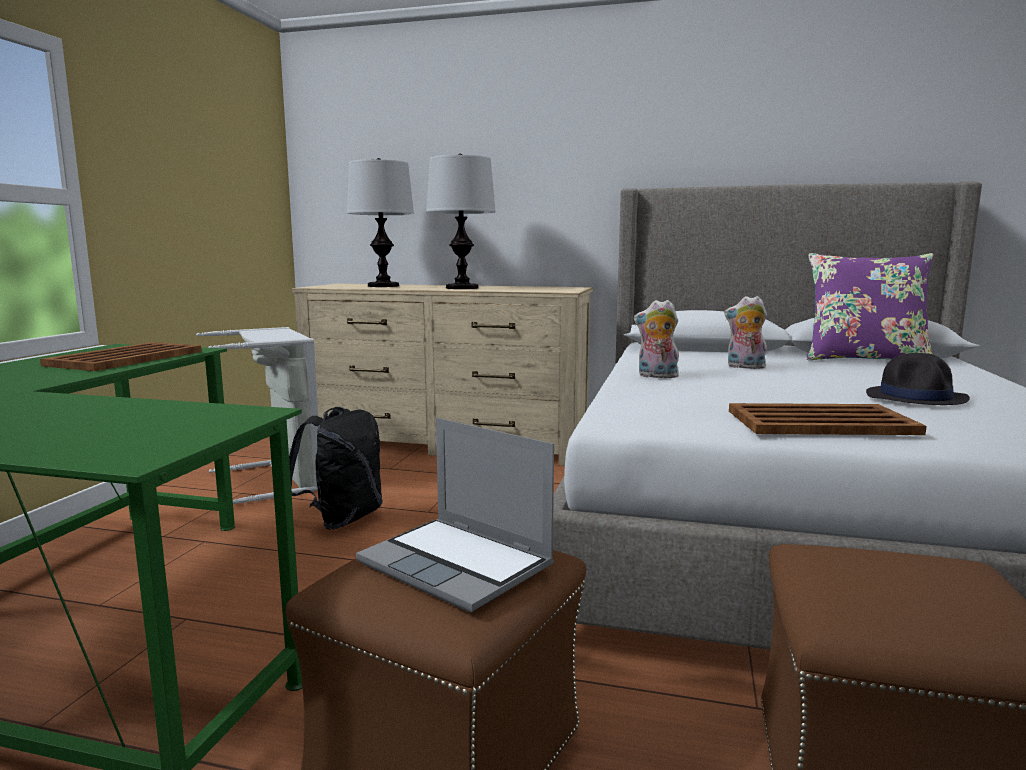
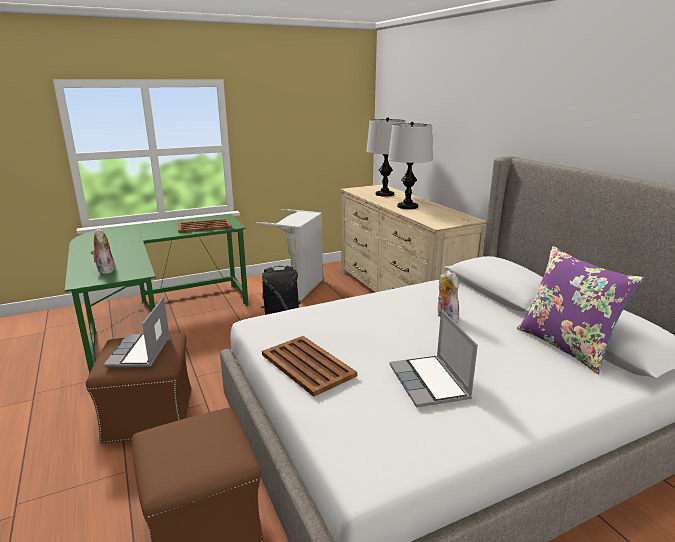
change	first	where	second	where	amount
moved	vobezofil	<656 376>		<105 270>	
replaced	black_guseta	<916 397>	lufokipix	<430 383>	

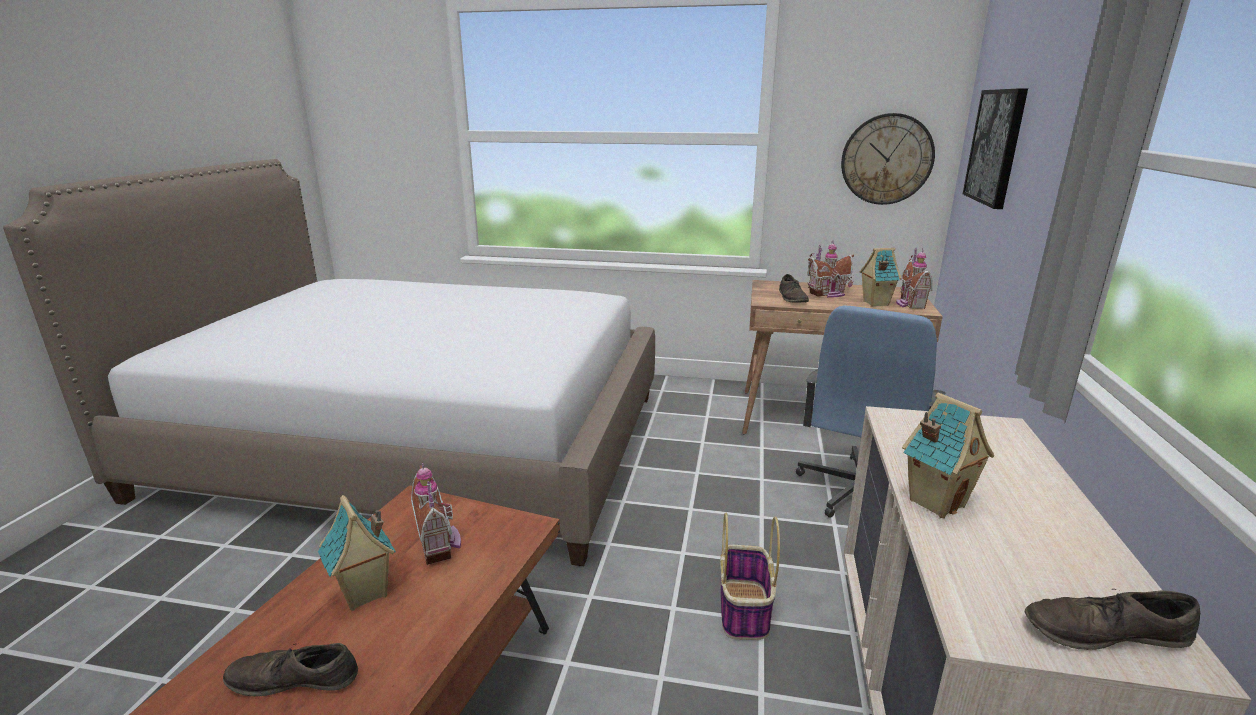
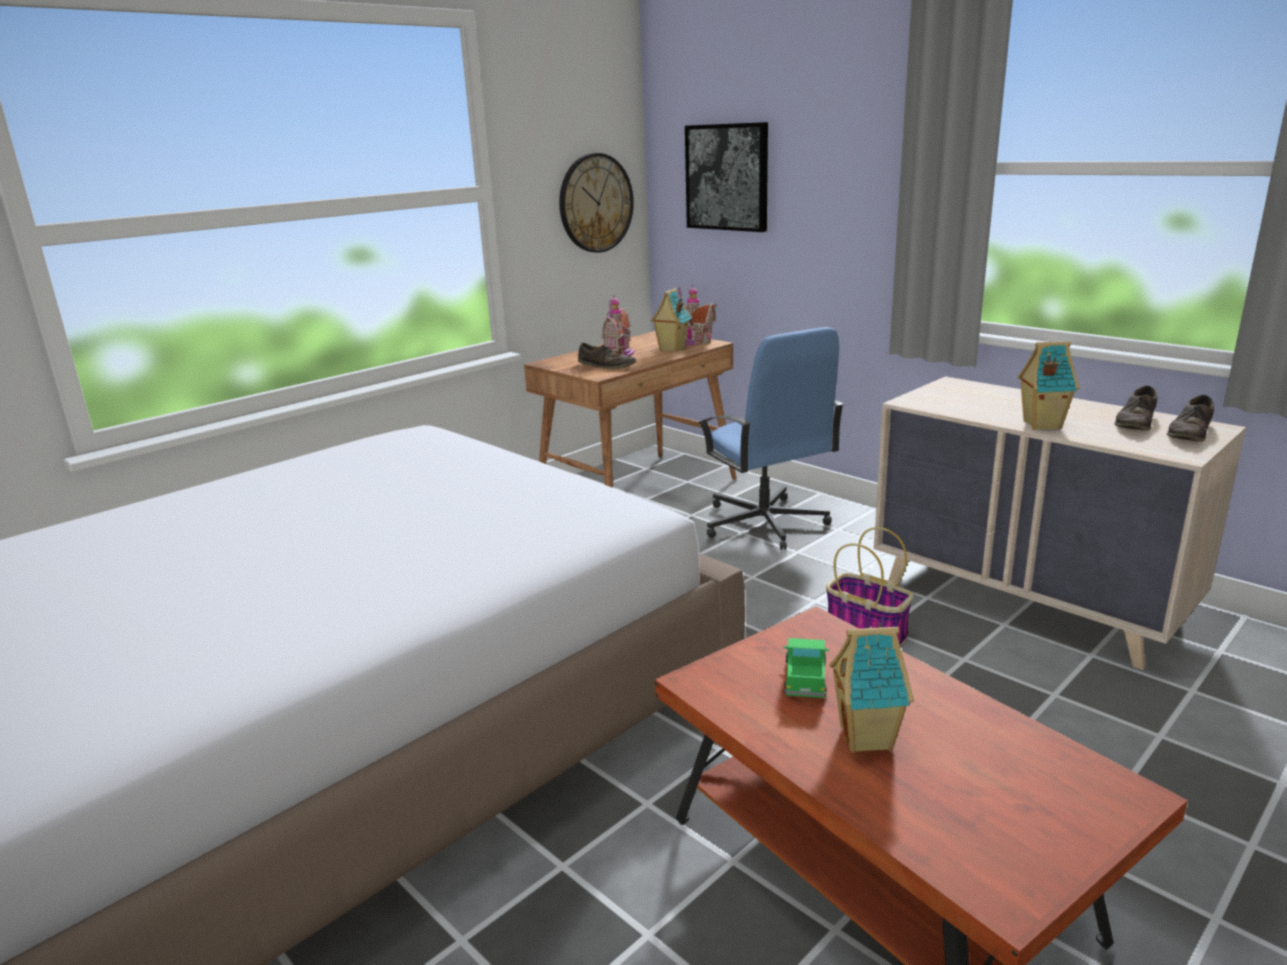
change	first	where	second	where	amount
replaced	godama	<440 543>	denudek	<805 678>	
moved	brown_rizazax	<294 679>		<1136 422>	

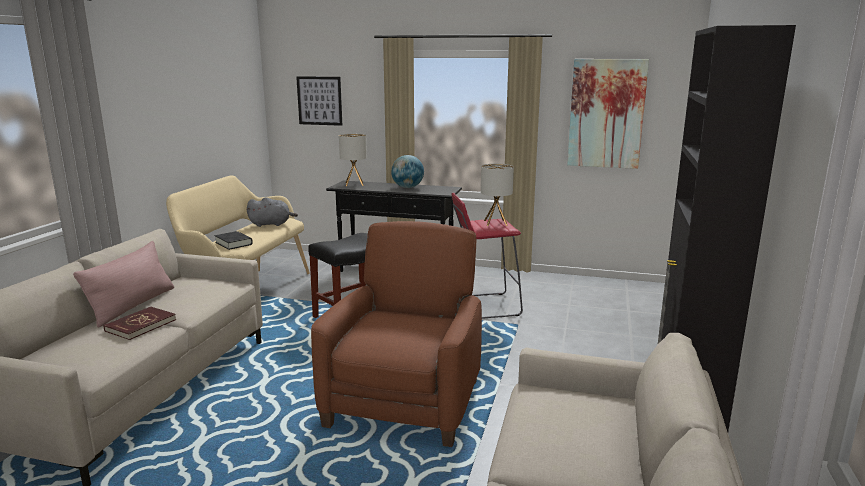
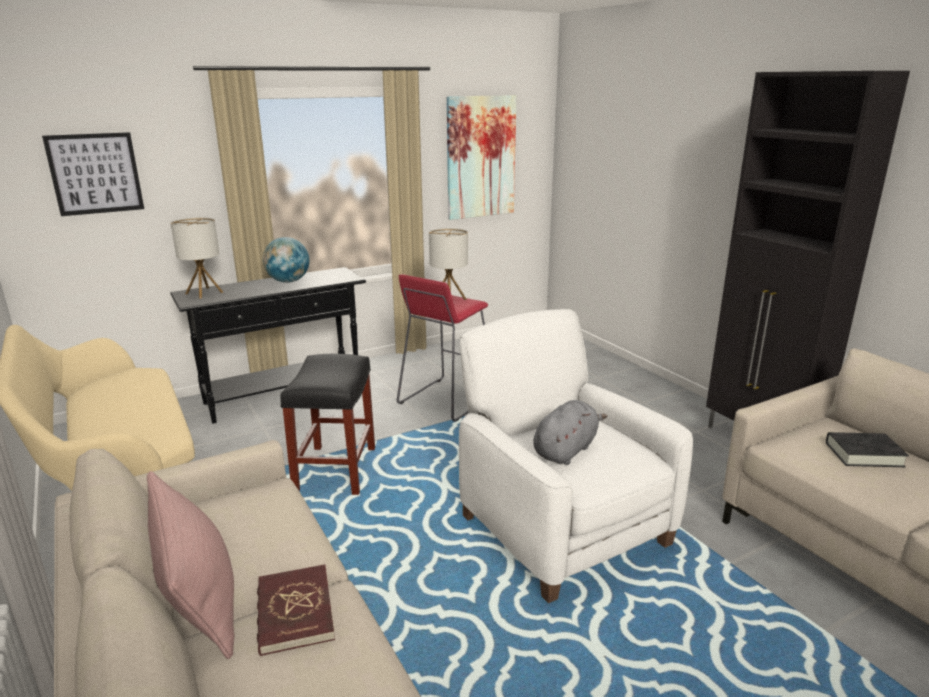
change	first	where	second	where	amount
moved	grey_vobezofil	<271 224>		<566 450>	
recoloured	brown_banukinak	<405 401>	white_banukinak	<562 528>	
moved	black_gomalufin	<234 243>		<863 454>	

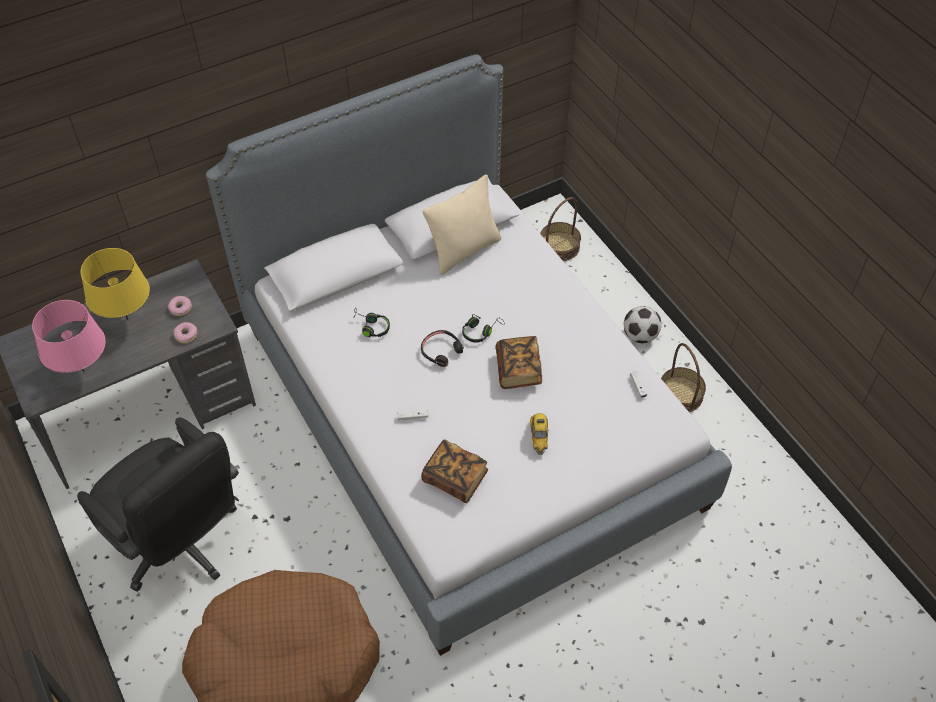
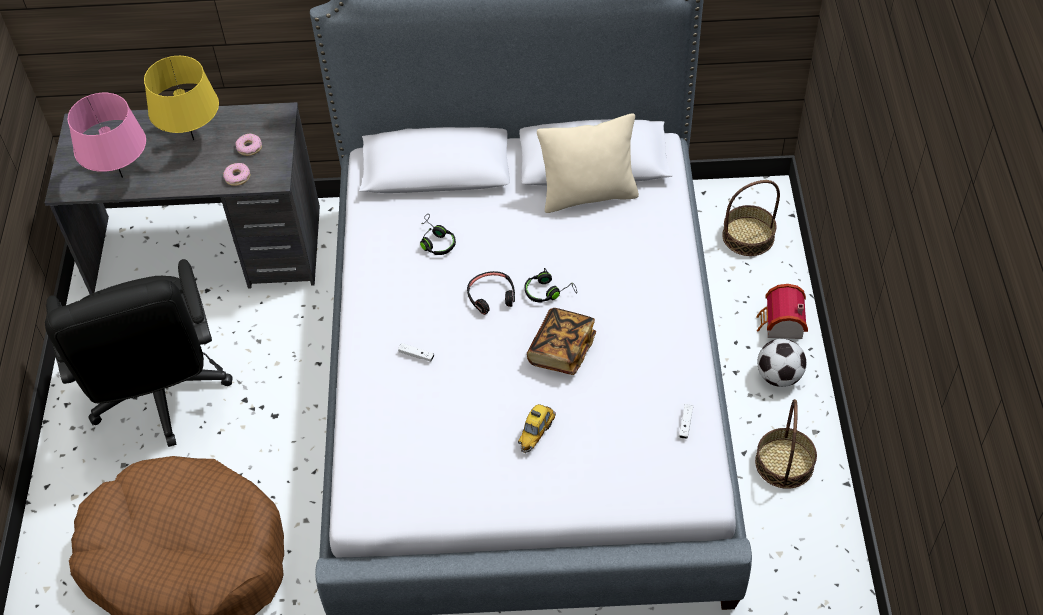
change	first	where	second	where	amount
removed	gomalufin	<455 478>			
added			godama	<781 325>	

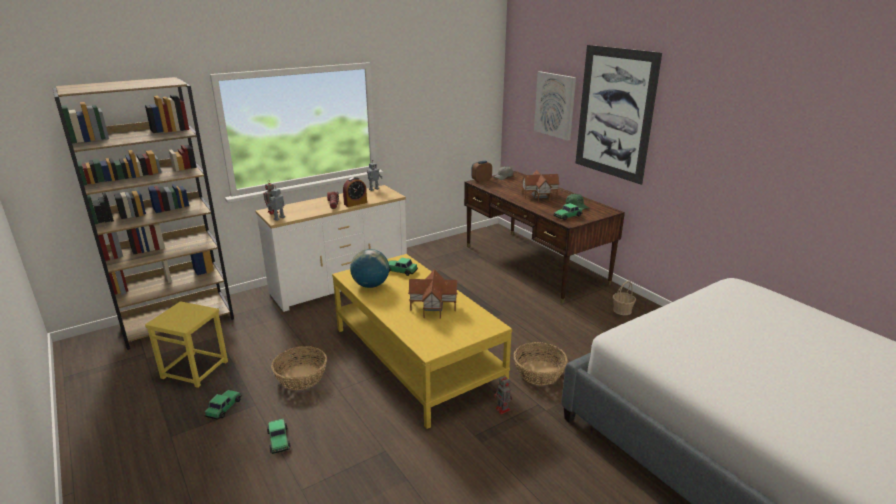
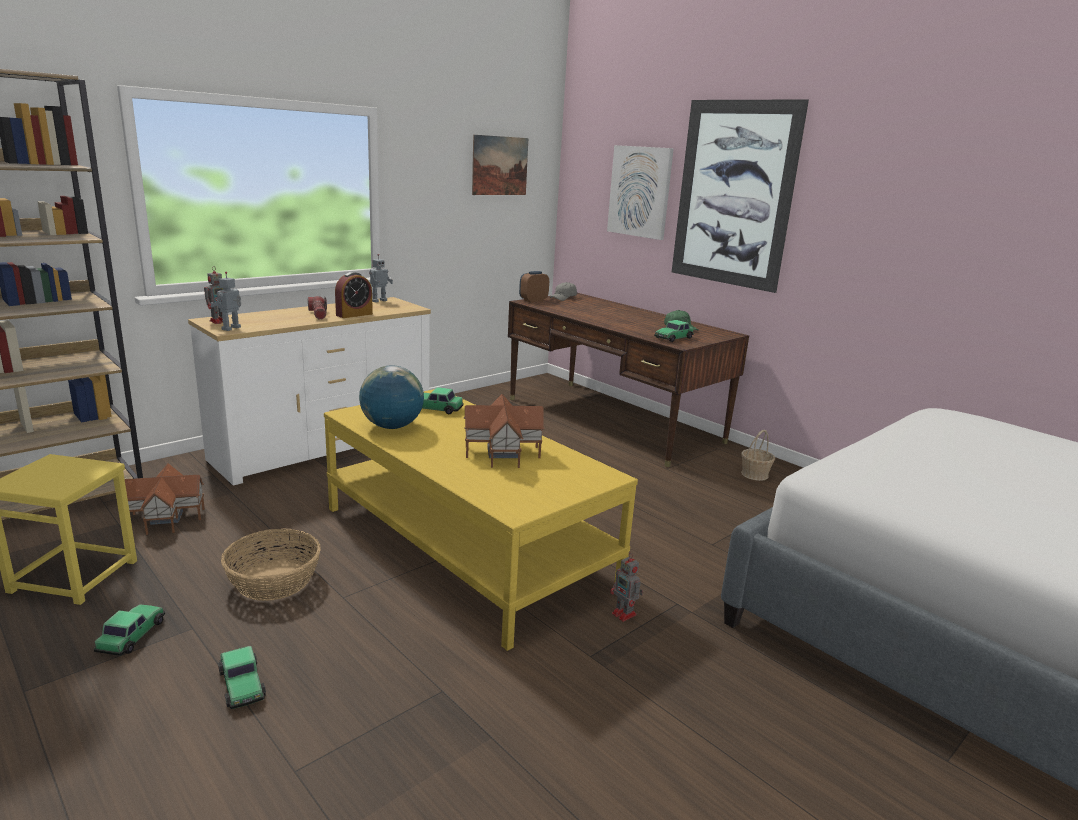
change	first	where	second	where	amount
moved	godama	<540 196>		<167 517>	
removed	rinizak	<539 373>			
added			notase	<500 166>	

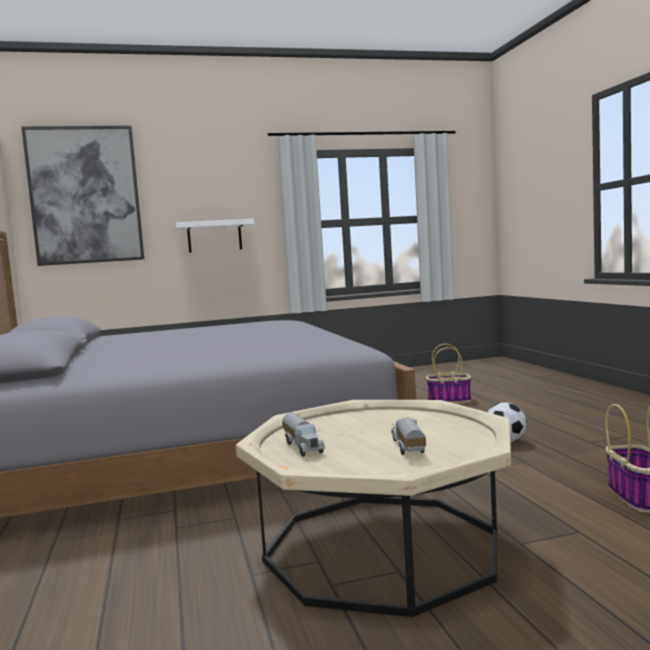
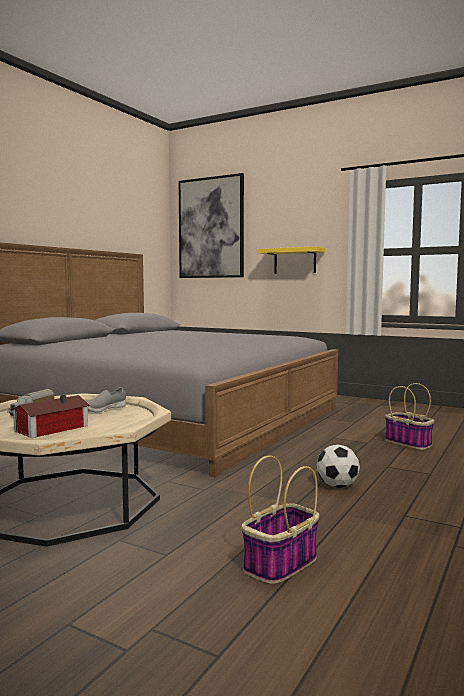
change	first	where	second	where	amount
recoloured	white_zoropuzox	<214 236>	yellow_zoropuzox	<295 261>	
replaced	denudek	<408 448>	godama	<49 428>	
added			grey_rizazax	<104 410>	

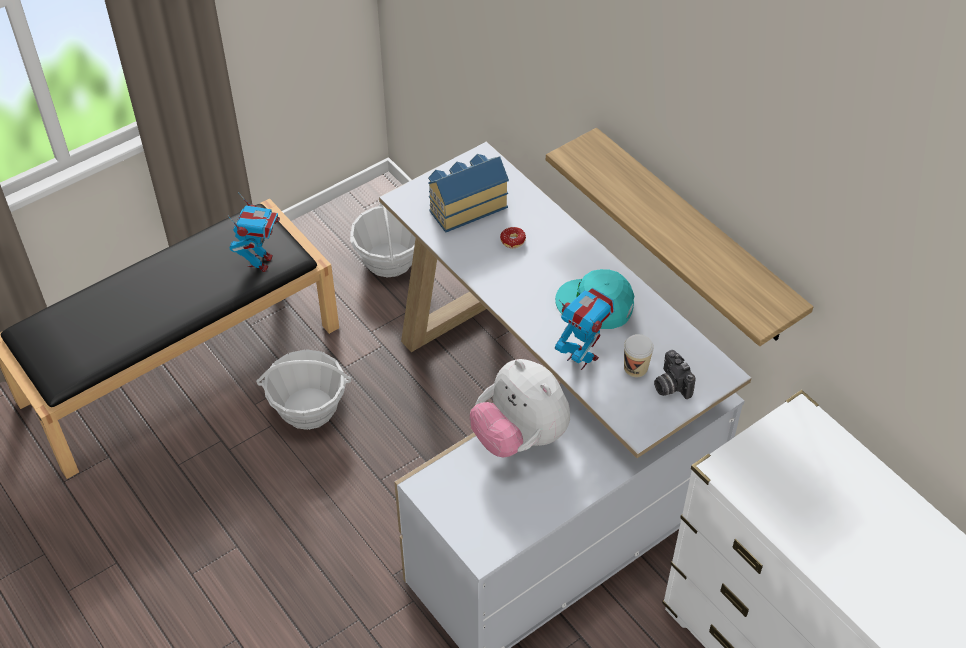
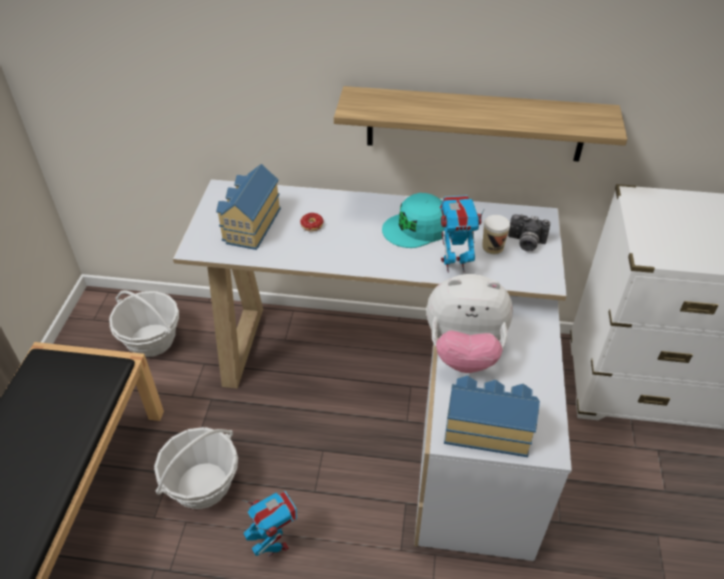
change	first	where	second	where	amount
moved	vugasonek	<260 262>		<274 544>	
added			godama	<486 429>	

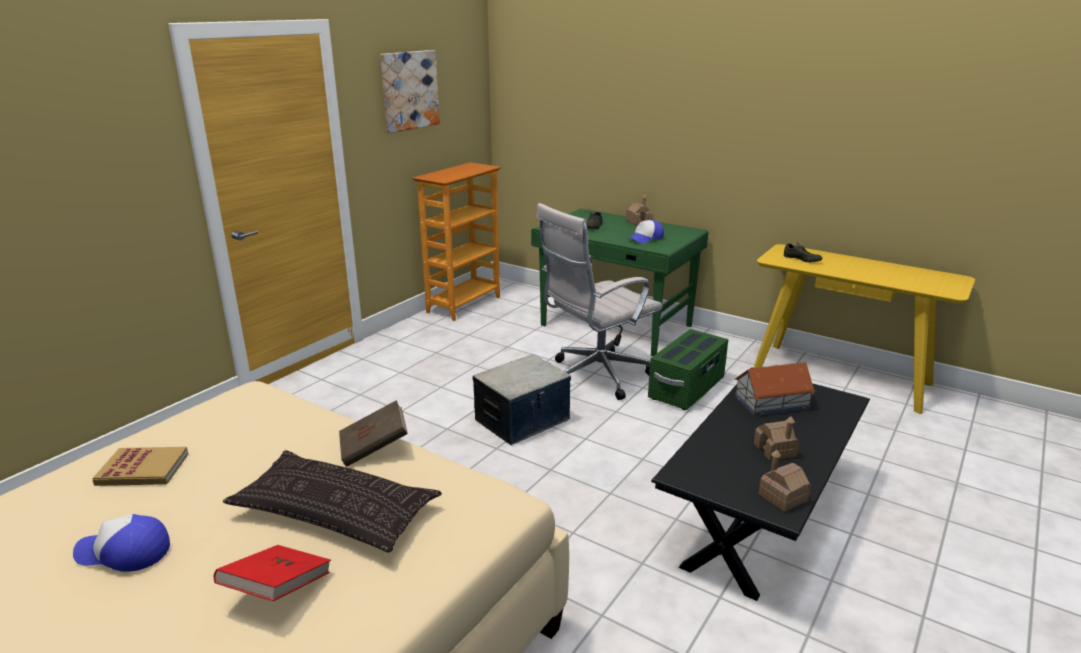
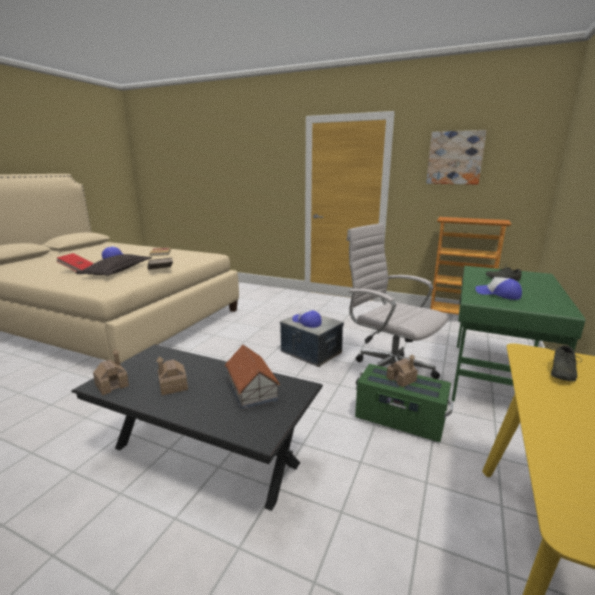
change	first	where	second	where	amount
moved	godama	<638 221>		<401 379>	
added			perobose	<306 322>	

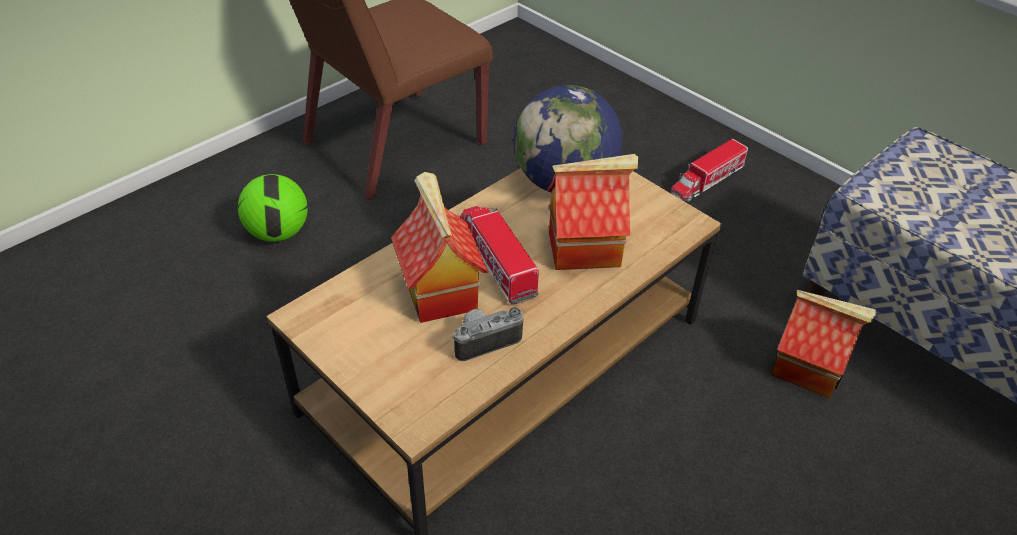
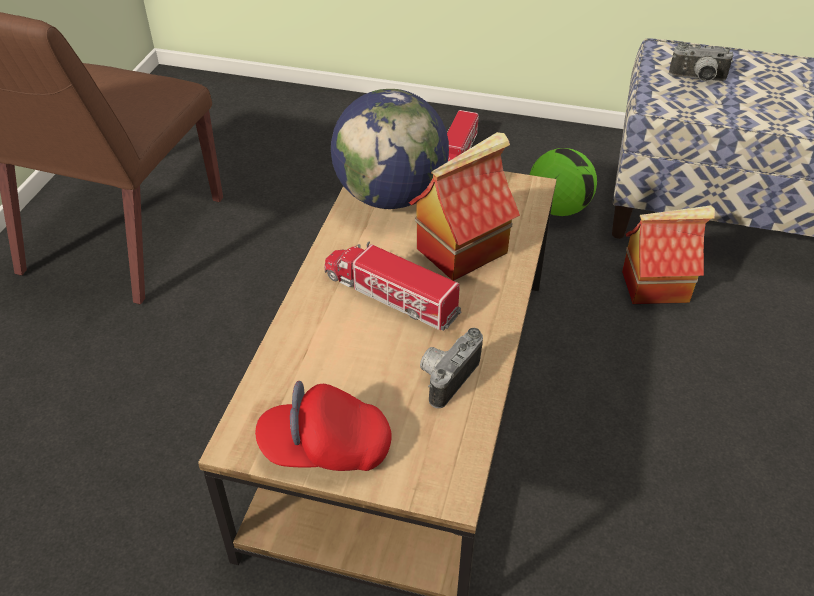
change	first	where	second	where	amount
removed	godama	<438 291>			
moved	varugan	<278 233>		<558 208>	
added			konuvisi	<698 80>	
added			red_perobose	<326 448>	

